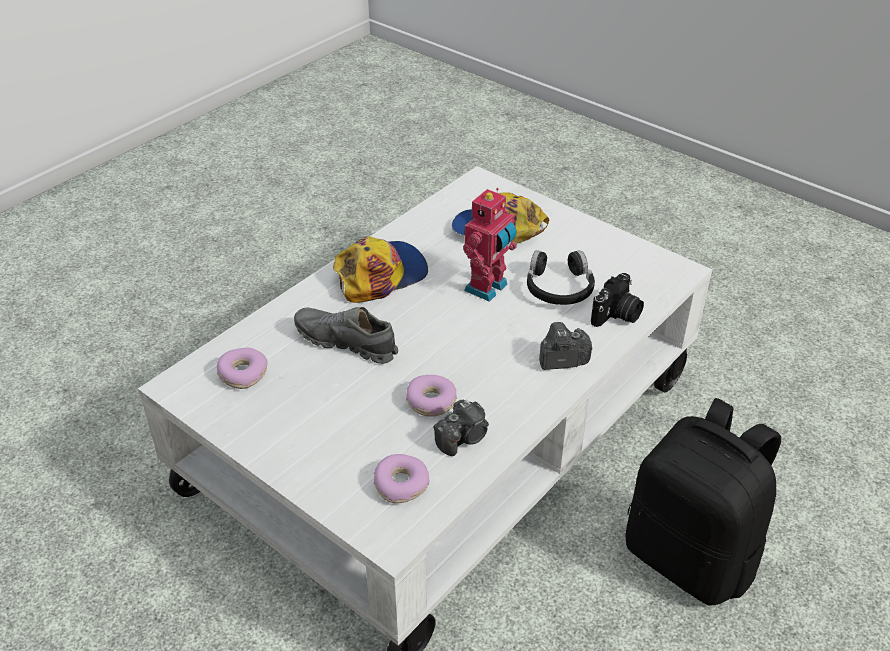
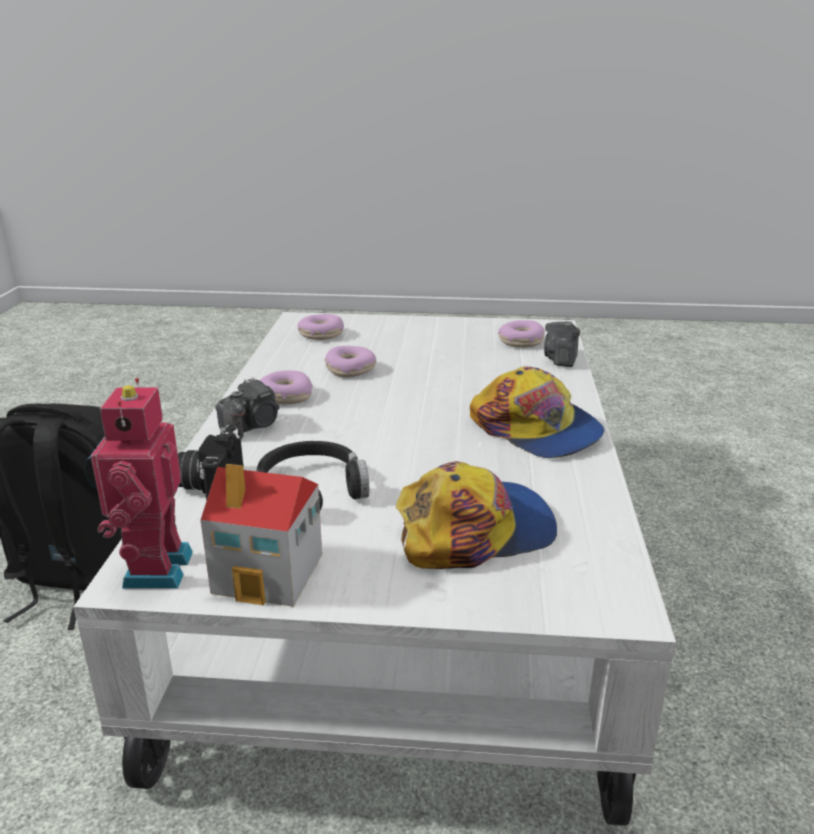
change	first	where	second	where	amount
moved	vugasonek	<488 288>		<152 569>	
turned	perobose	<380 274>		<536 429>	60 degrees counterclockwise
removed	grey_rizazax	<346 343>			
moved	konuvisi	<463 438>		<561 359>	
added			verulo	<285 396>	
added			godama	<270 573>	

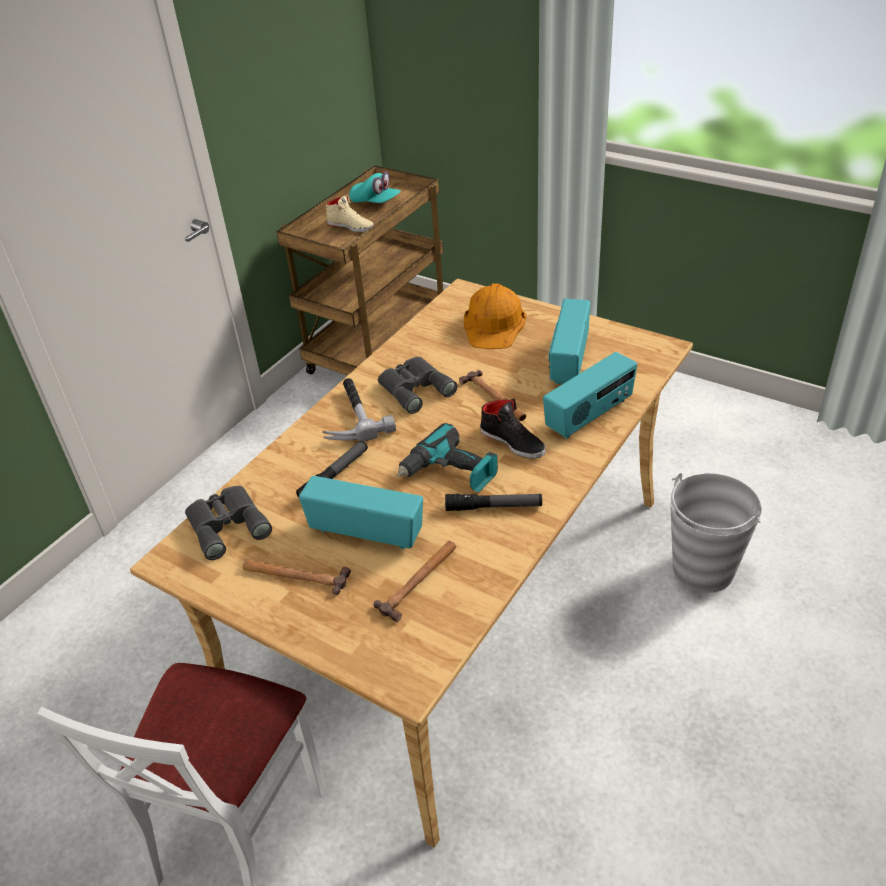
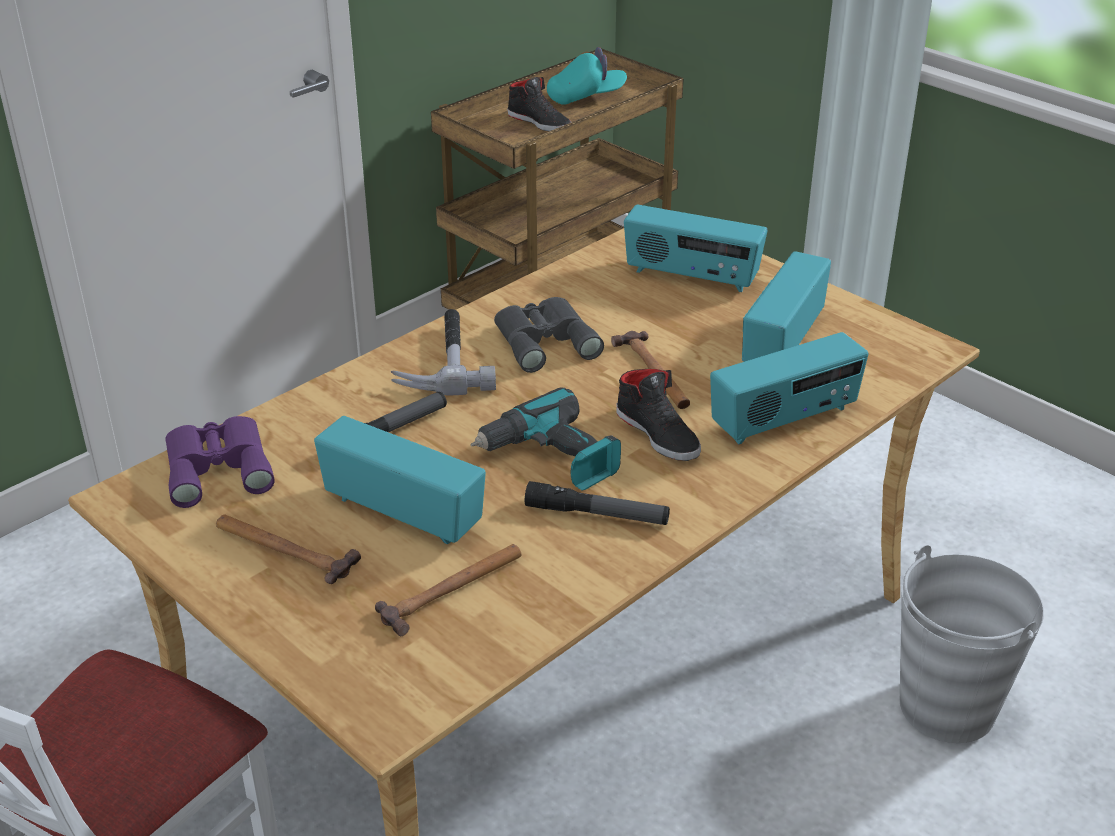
change	first	where	second	where	amount
turned	turquoise_perobose	<375 202>		<586 97>	60 degrees counterclockwise
recoloured	beige_rizazax	<351 226>	black_rizazax	<540 122>	
replaced	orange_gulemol	<494 324>	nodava	<691 277>	
recoloured	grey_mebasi	<227 524>	purple_mebasi	<218 466>	

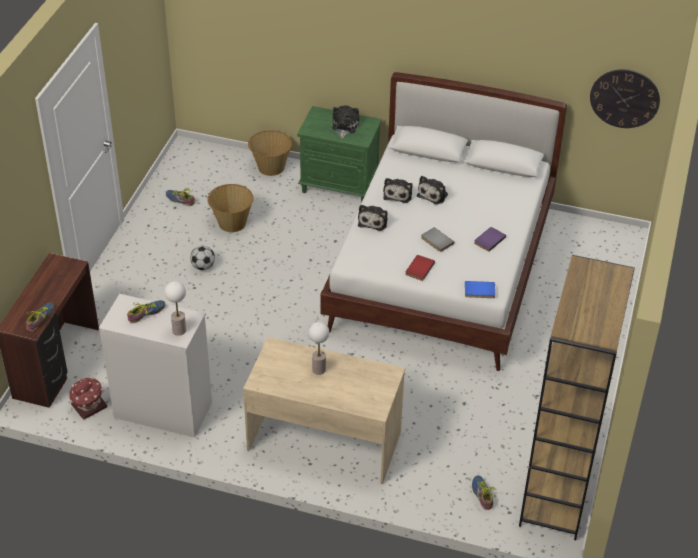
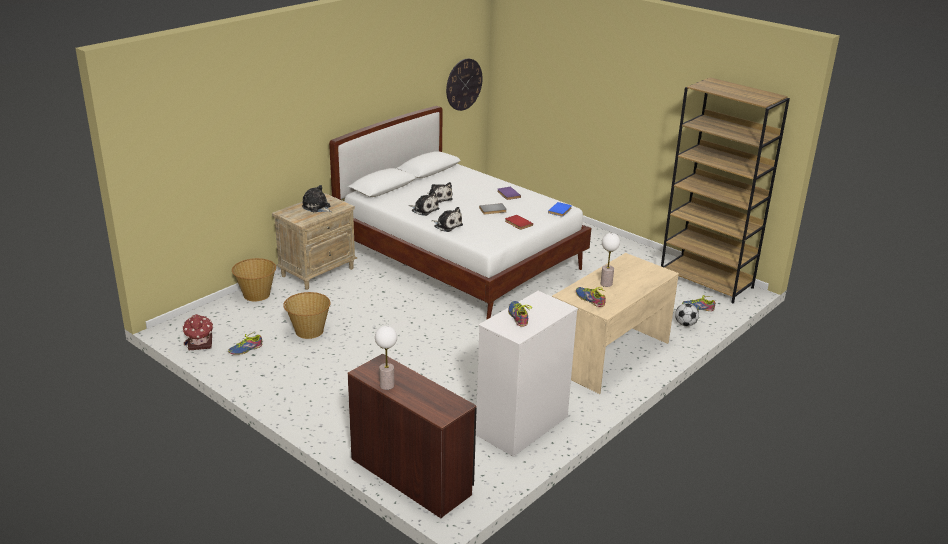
change	first	where	second	where	amount
recoloured	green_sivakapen	<340 186>	beige_sivakapen	<318 272>	
moved	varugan	<203 266>		<685 324>	
moved	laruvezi	<179 330>		<386 385>	
moved	rizazax	<40 319>		<589 299>	
moved	godama	<88 406>		<200 343>	

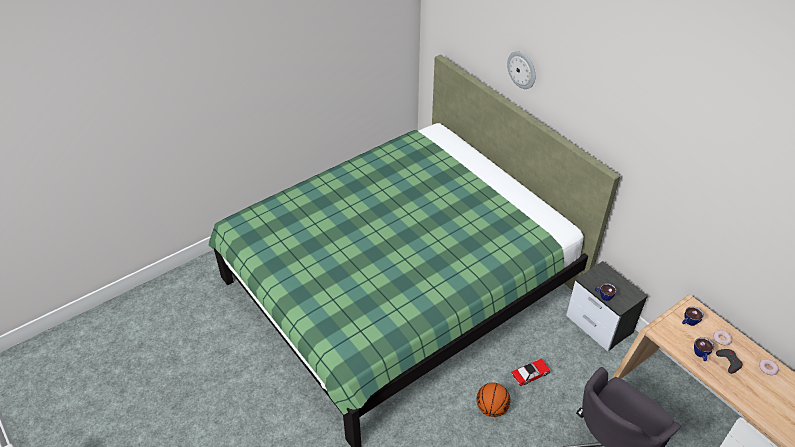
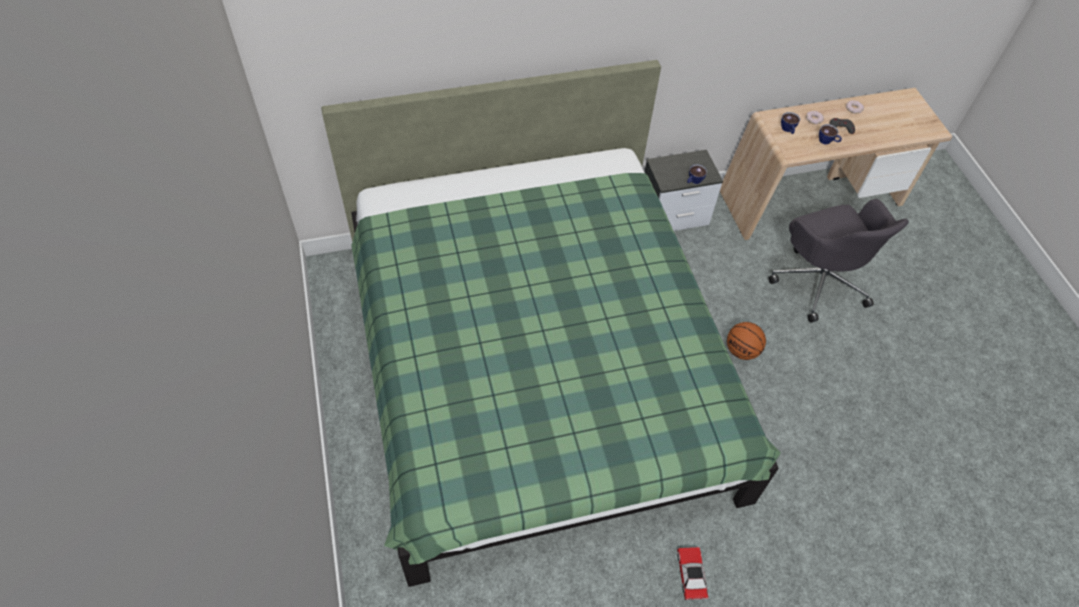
change	first	where	second	where	amount
removed	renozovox	<522 69>			
moved	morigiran	<530 374>		<691 574>	

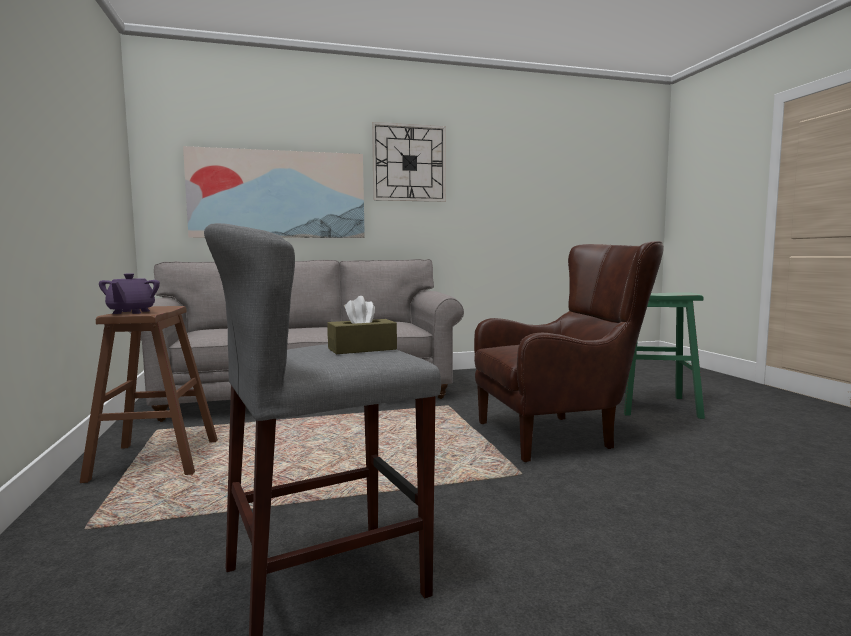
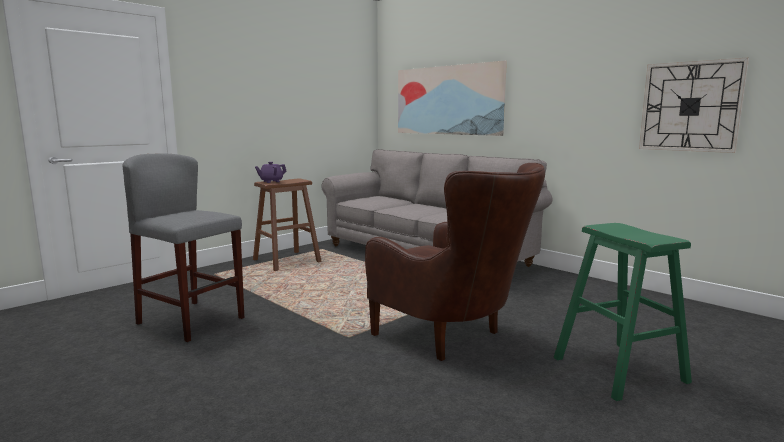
change	first	where	second	where	amount
moved	renozovox	<409 163>		<690 106>	
removed	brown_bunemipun	<362 349>			

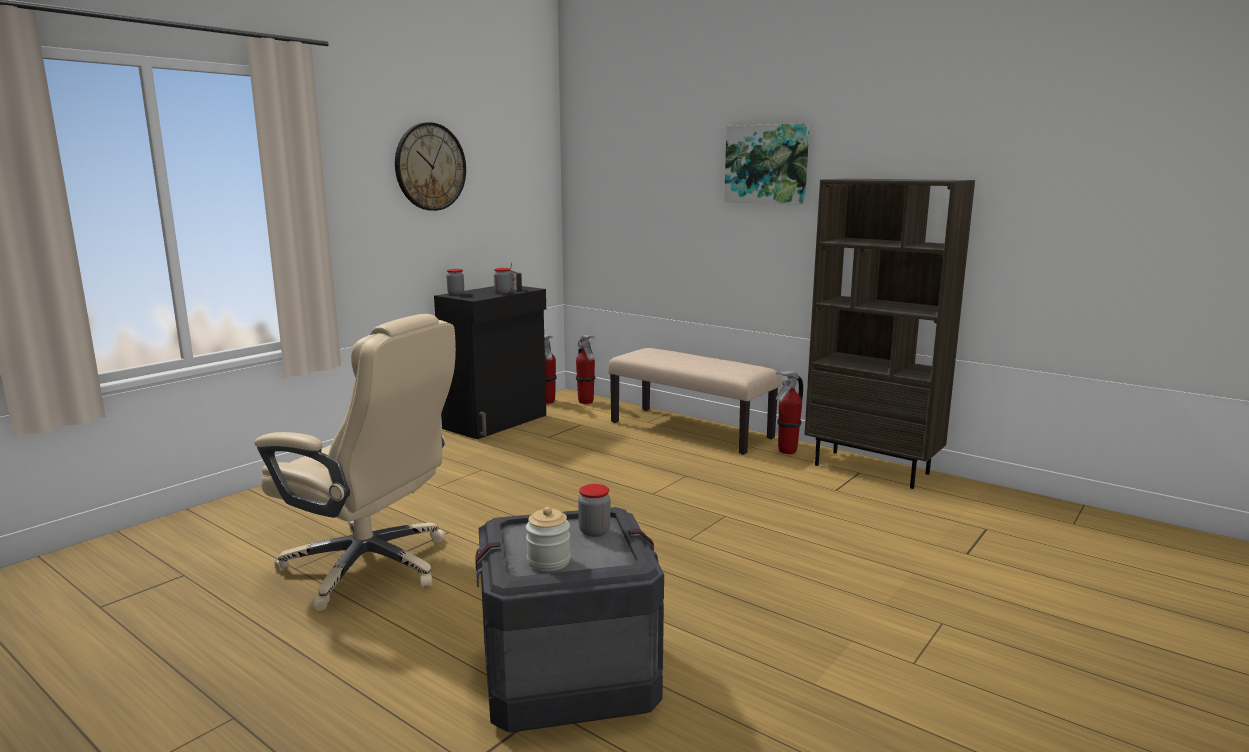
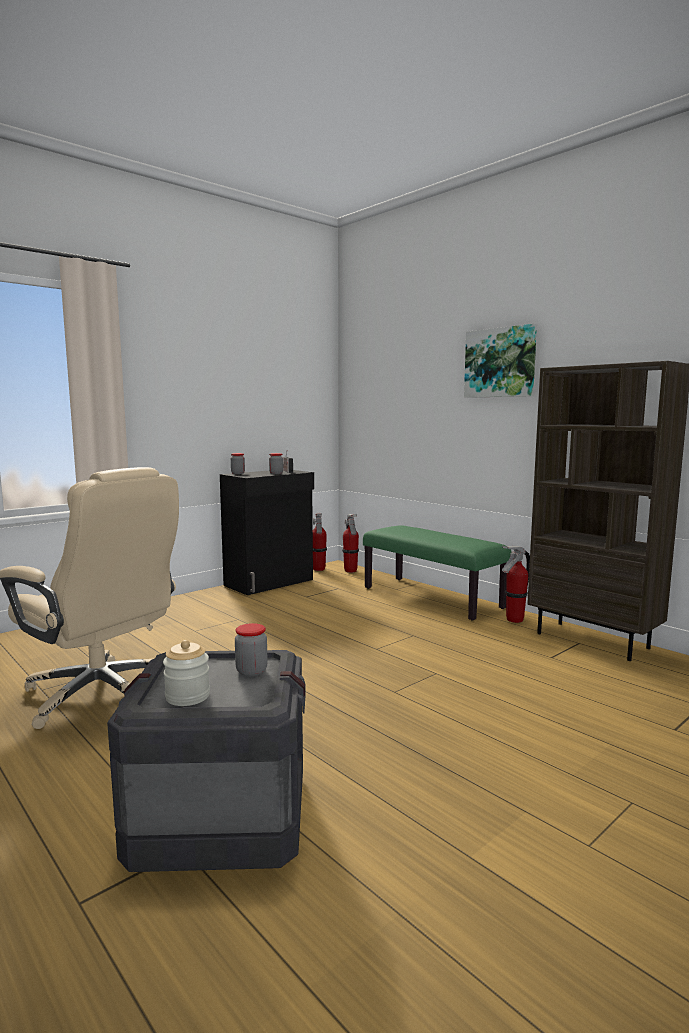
change	first	where	second	where	amount
removed	renozovox	<430 167>			
recoloured	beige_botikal	<691 430>	green_botikal	<432 597>	

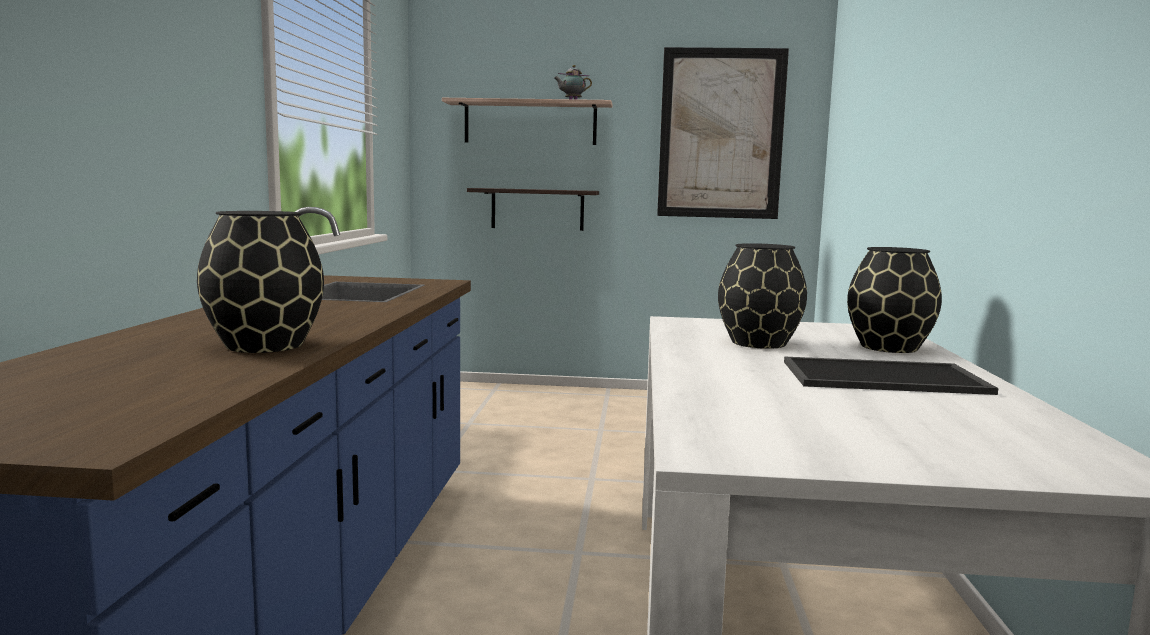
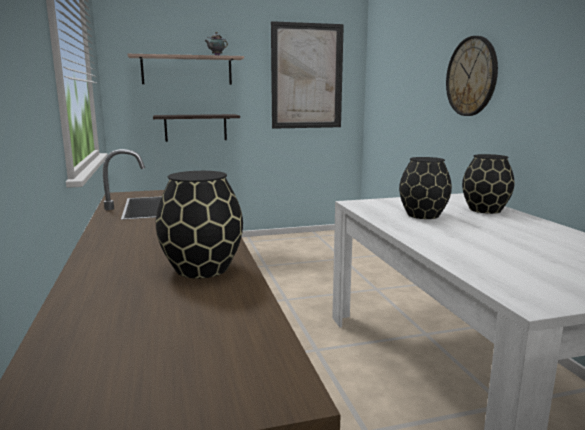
change	first	where	second	where	amount
removed	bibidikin	<883 376>			
added			renozovox	<471 76>	

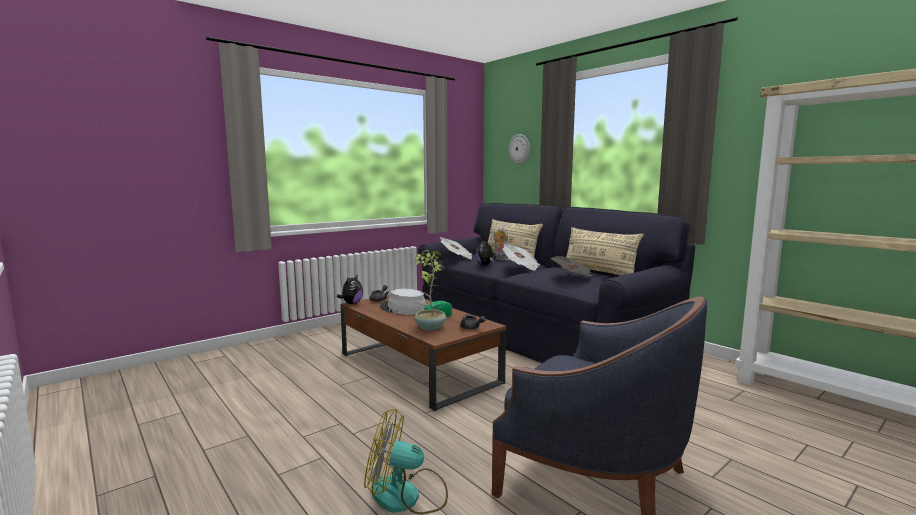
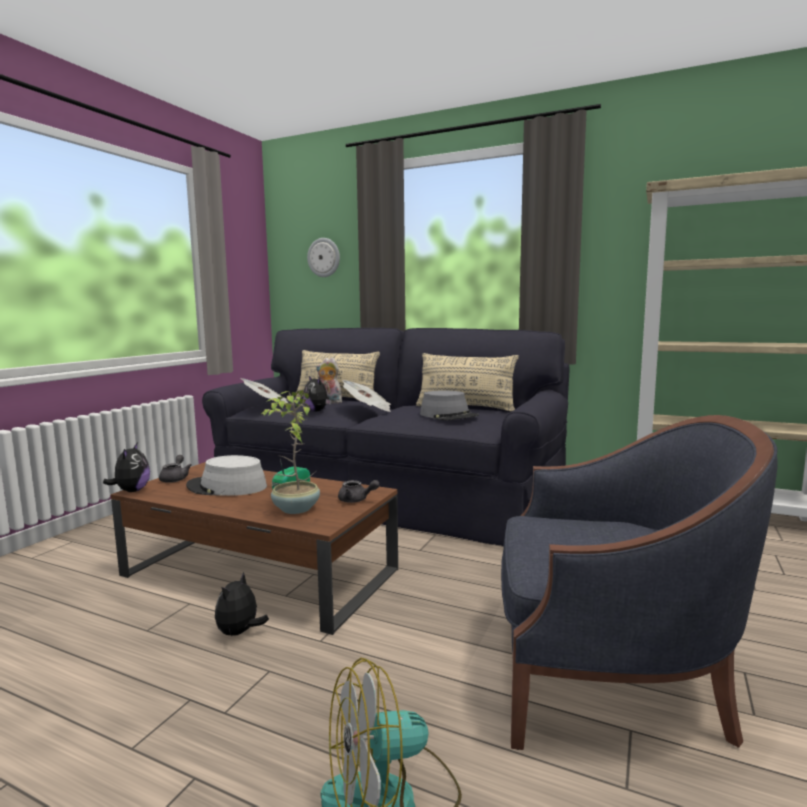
change	first	where	second	where	amount
replaced	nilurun	<572 278>	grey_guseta	<448 415>	
added			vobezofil	<240 632>	

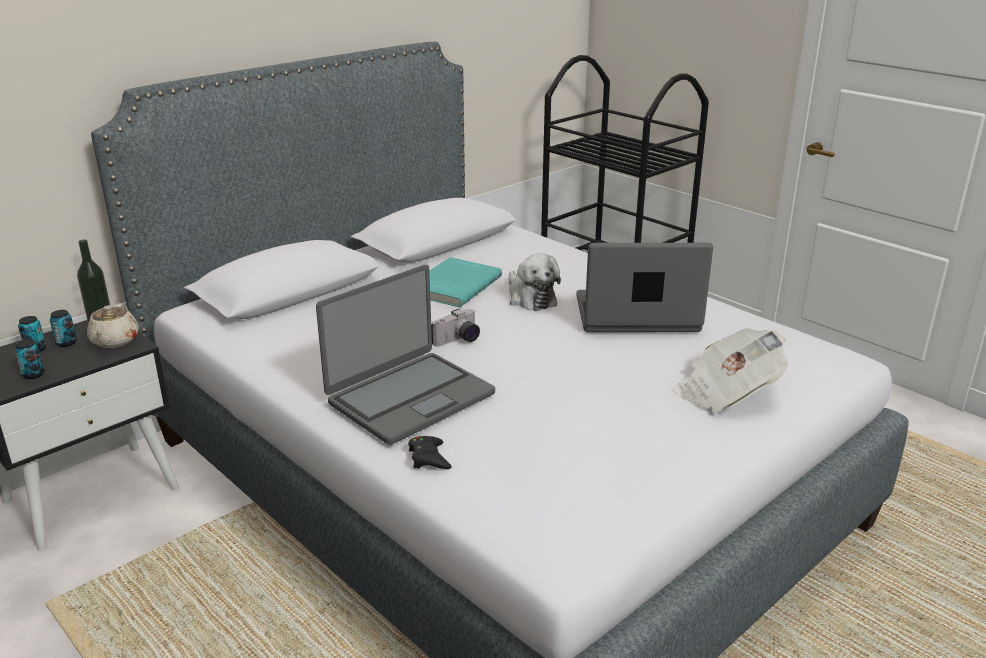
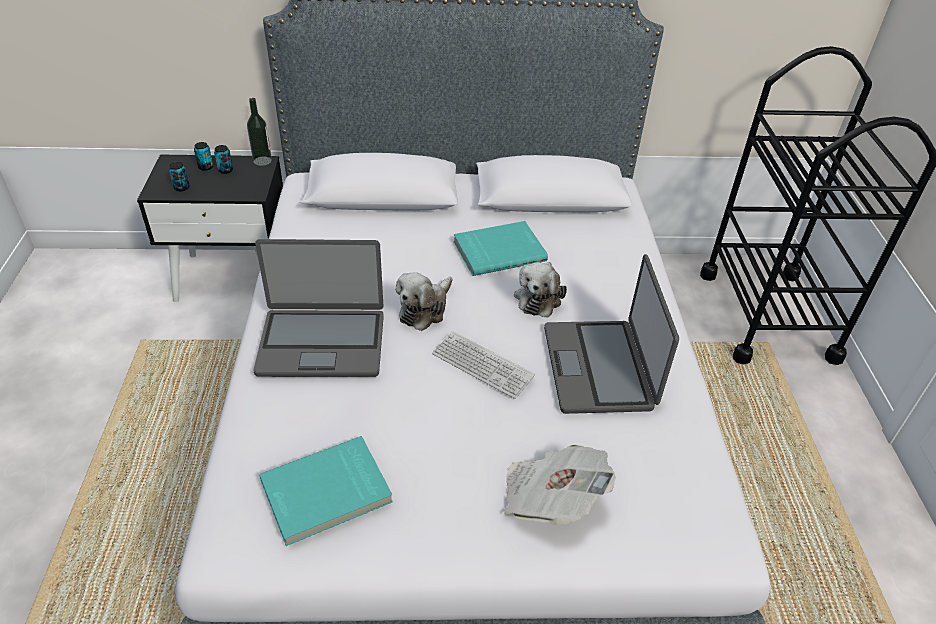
change	first	where	second	where	amount
turned	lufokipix	<637 315>		<599 367>	135 degrees counterclockwise
removed	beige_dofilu	<114 341>			
replaced	konuvisi	<458 341>	vobezofil	<425 309>	
removed	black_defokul	<429 458>			
added			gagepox	<482 365>	
added			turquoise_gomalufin	<327 493>	

